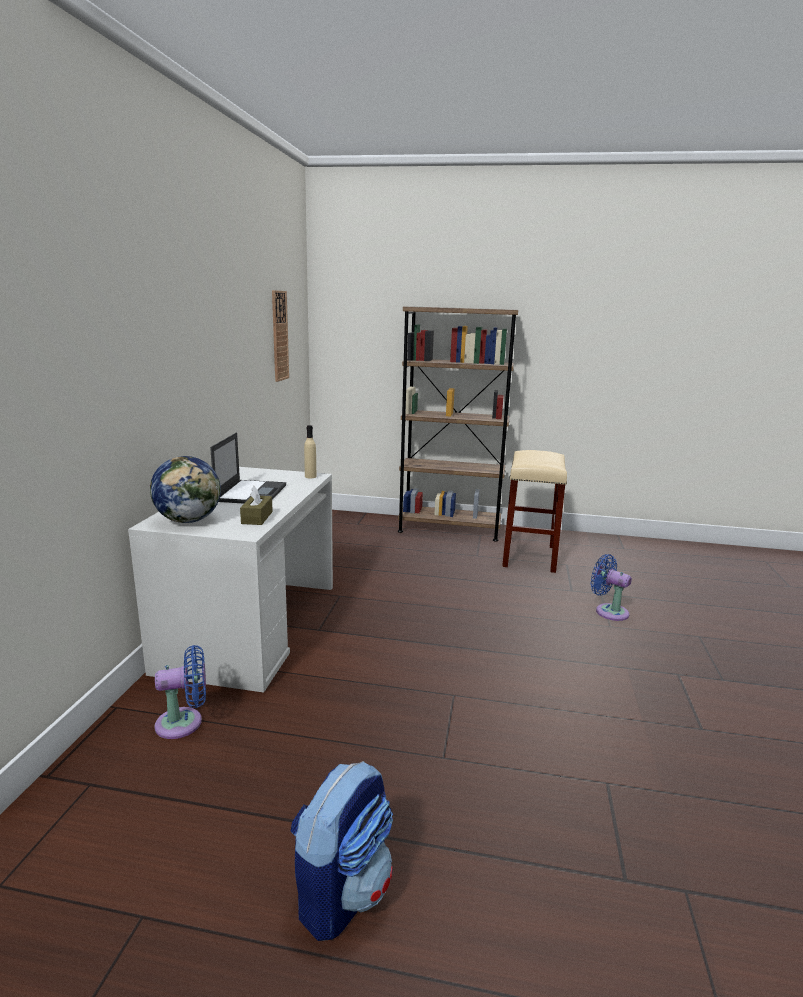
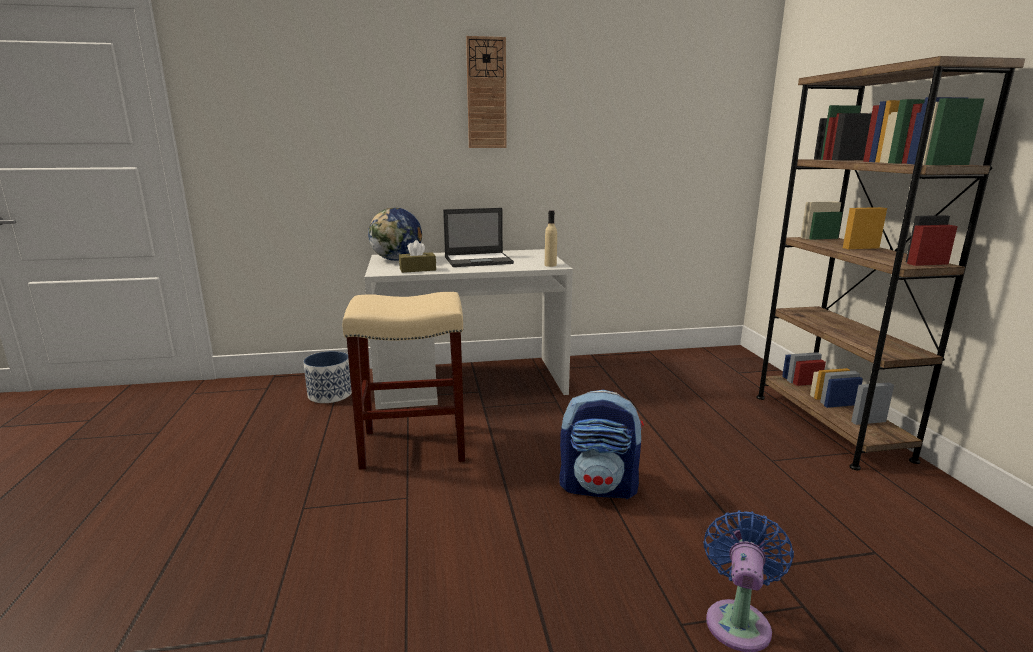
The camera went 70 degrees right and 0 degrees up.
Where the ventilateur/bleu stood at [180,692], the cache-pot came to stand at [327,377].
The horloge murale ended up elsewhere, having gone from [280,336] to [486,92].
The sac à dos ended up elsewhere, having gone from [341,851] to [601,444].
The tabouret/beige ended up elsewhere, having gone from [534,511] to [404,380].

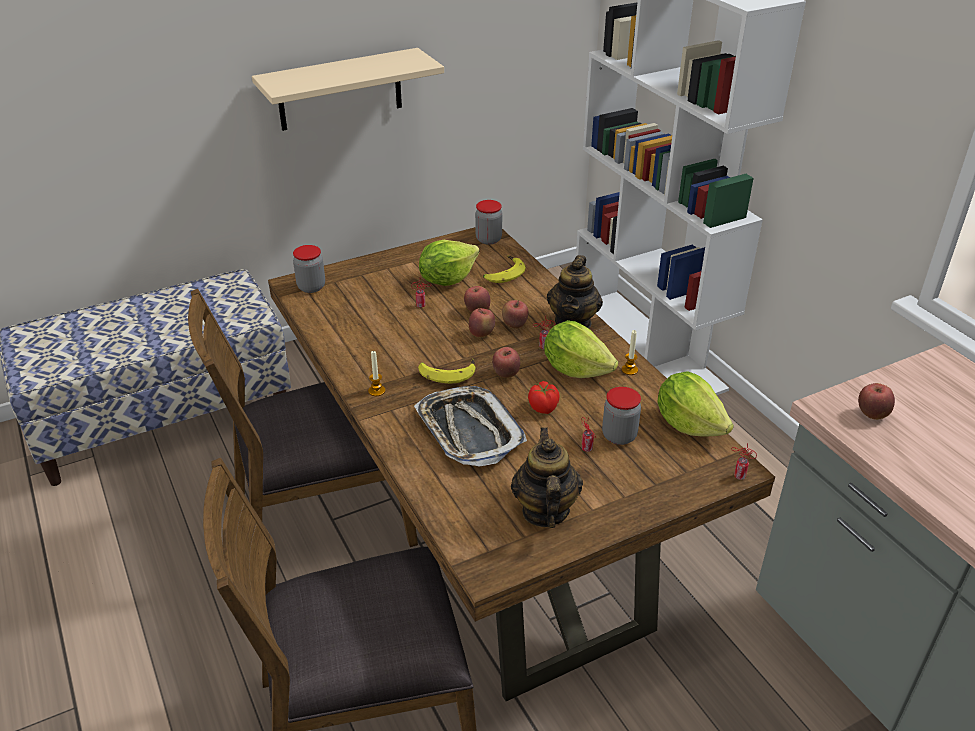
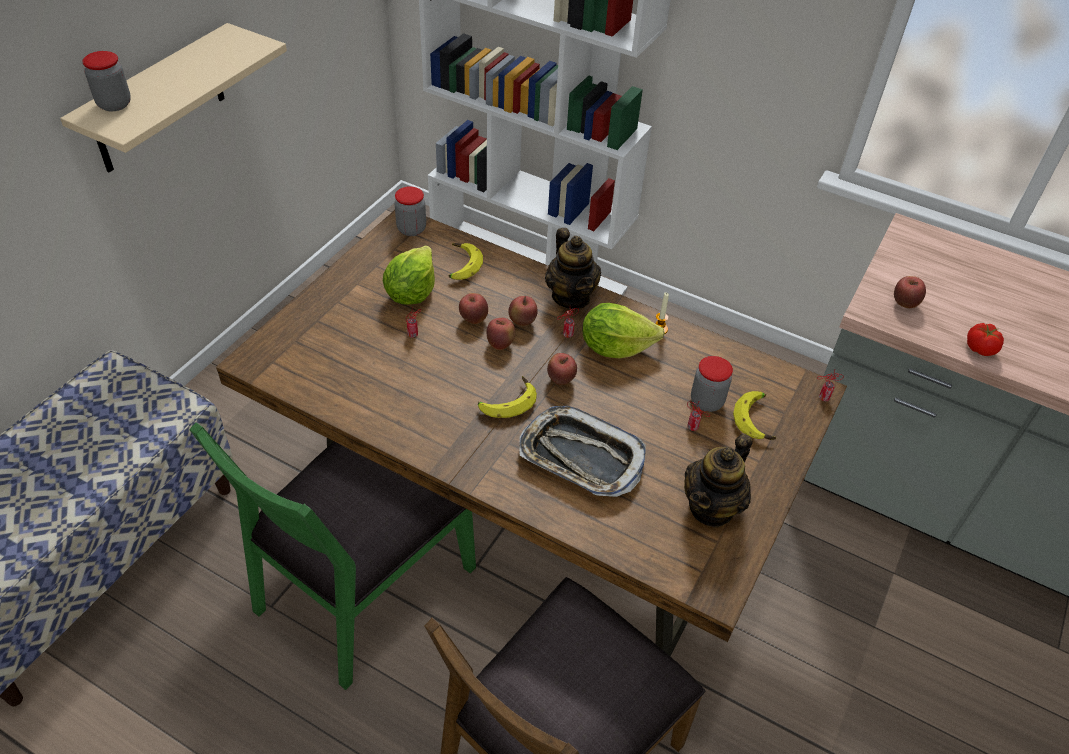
The camera went 35 degrees left and 10 degrees up.
What was the chaise/marron at [303,418] turned into the chaise/vert at [332,556].
The bocal ended up elsewhere, having gone from [309,269] to [106,81].
The second view lost the bougie at [376,373].
The théière at [547,477] ended up facing another way, 105 degrees counterclockwise from before.
The tomate ended up elsewhere, having gone from [543,397] to [985,339].
The second view lost the laitue at [695,403].
The second view gained the banane at [754,415].

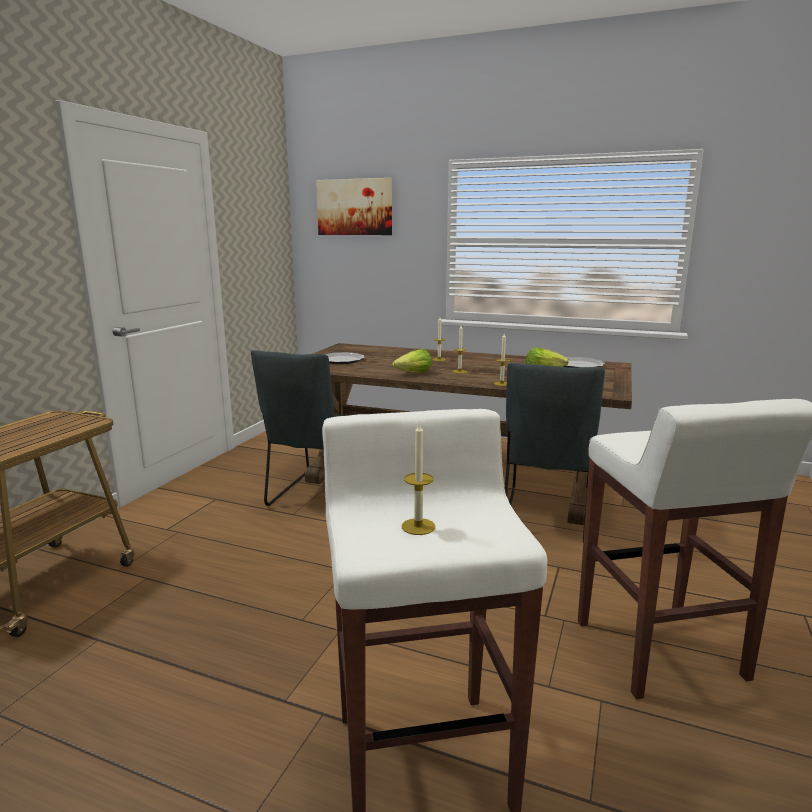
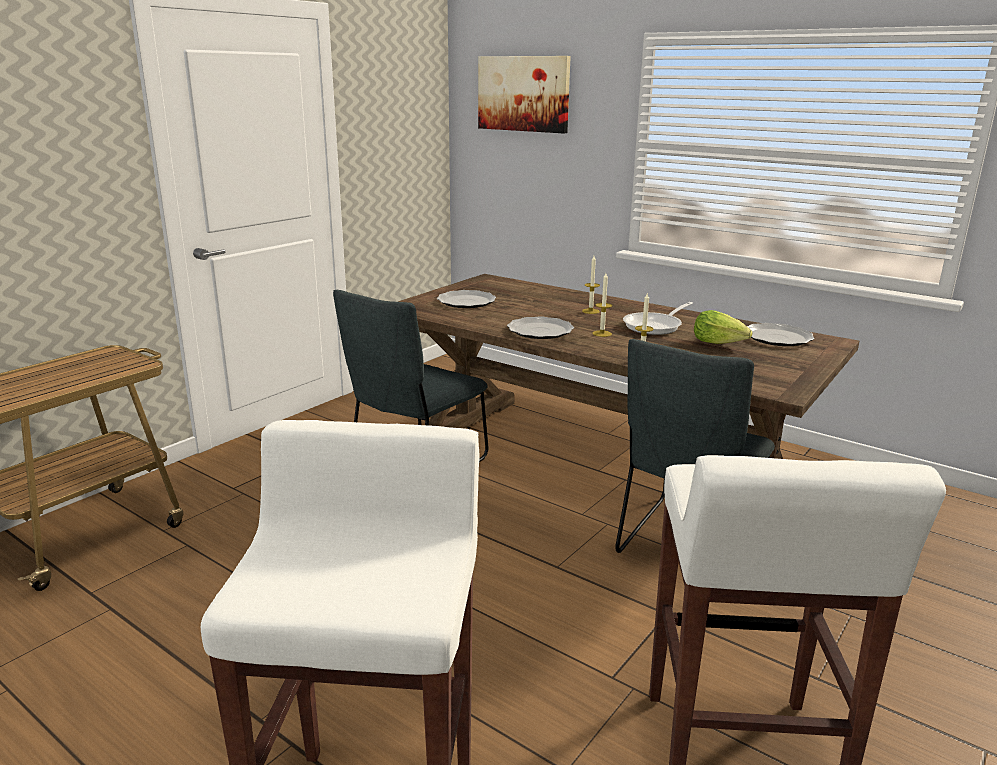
The camera went 15 degrees right and 5 degrees up.
Where the laitue stood at [412,360], the assiette came to stand at [540,327].
The second view lost the bougie at [418,479].
The second view gained the poêle at [658,318].

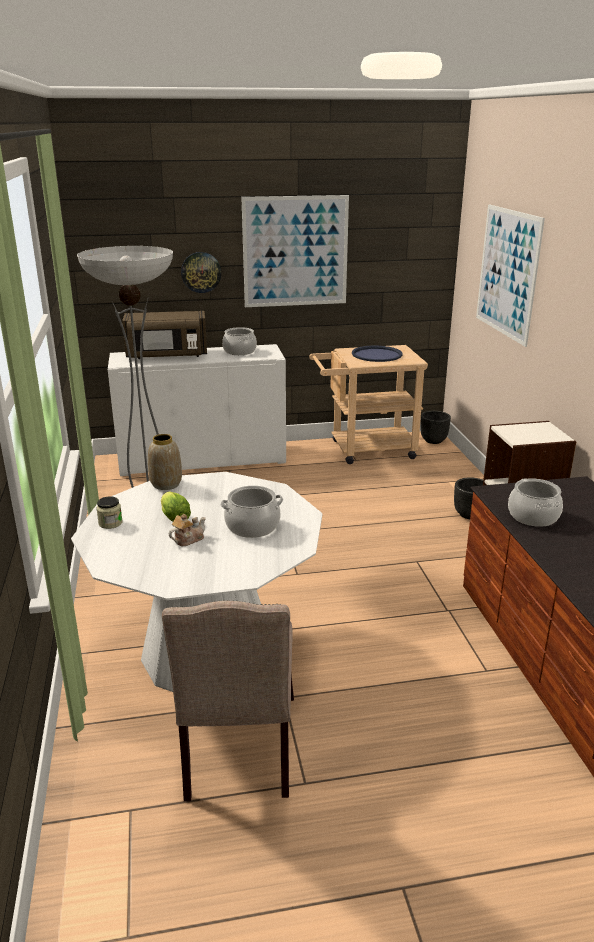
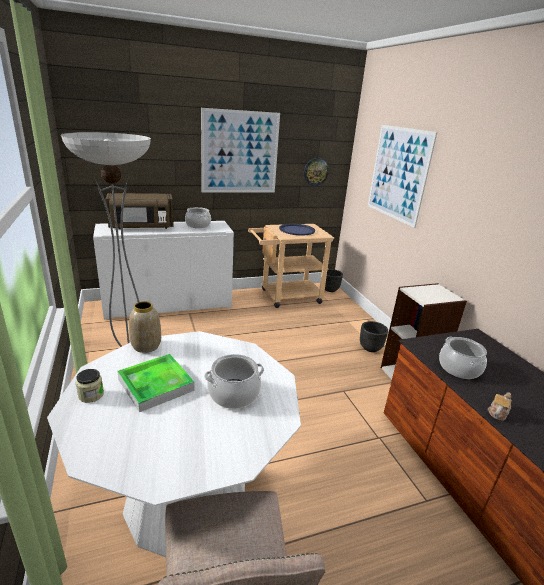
The camera went 10 degrees left and 0 degrees up.
Where the laitue stood at [176,506], the plateau came to stand at [156,383].
The théière ended up elsewhere, having gone from [187,530] to [499,406].
The horloge murale ended up elsewhere, having gone from [201,272] to [316,172].

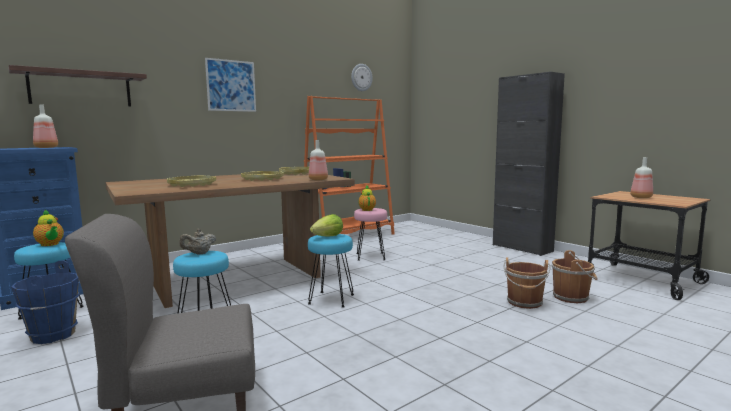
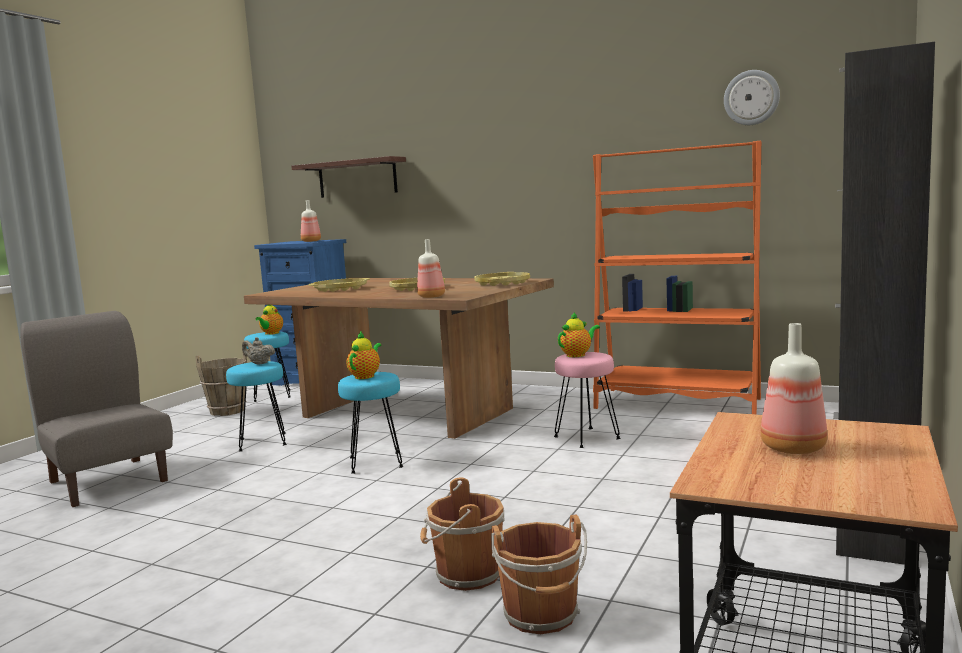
The camera went 65 degrees right and 0 degrees up.
What was the seau/bleu at [45,302] turned into the seau/marron at [221,385].
The second view lost the tableau at [230,85].
Where the laitue stood at [326,225], the théière came to stand at [363,355].

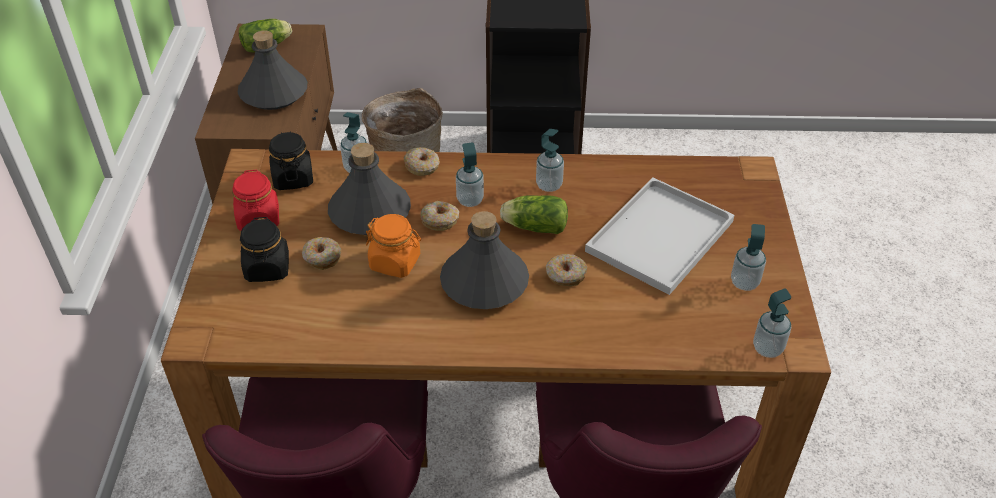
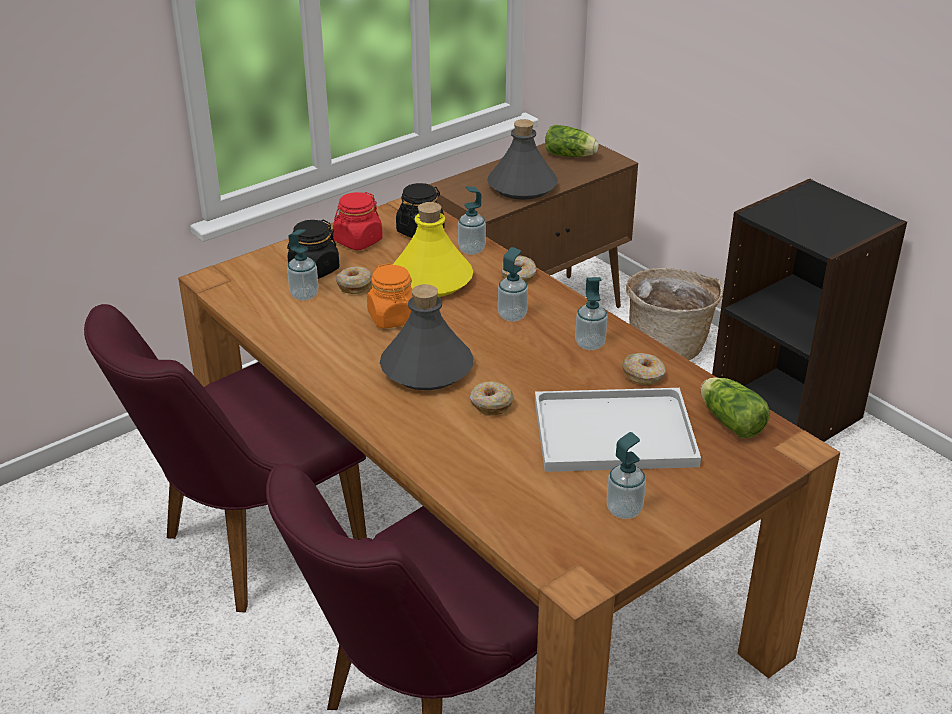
The camera went 50 degrees right and 10 degrees down.
What was the bouteille/gris at [369,189] turned into the bouteille/jaune at [433,249].
The beignet ended up elsewhere, having gone from [439,216] to [644,369].
The laitue ended up elsewhere, having gone from [534,214] to [735,407].
The distributeur de savon ended up elsewhere, having gone from [772,323] to [303,265].

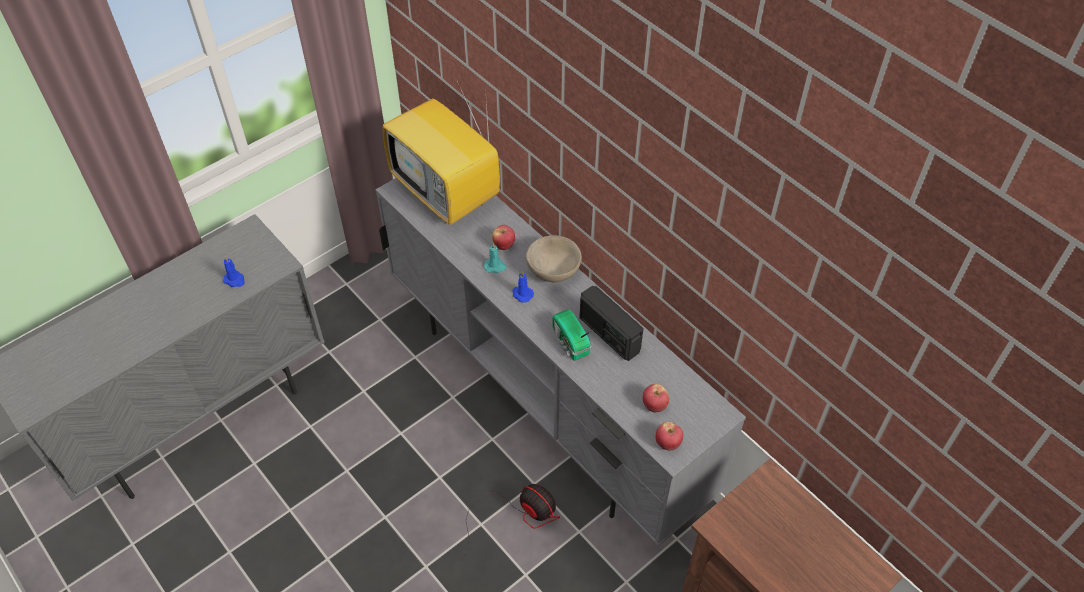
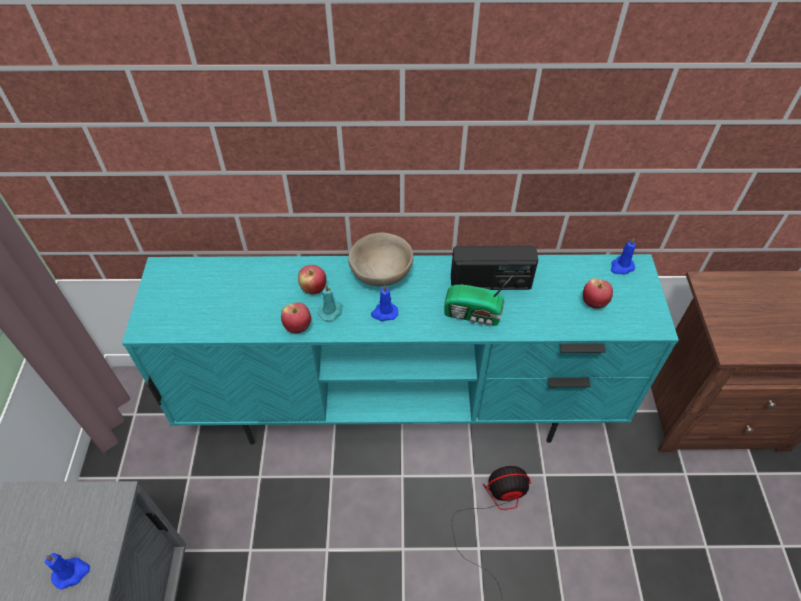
The camera went 50 degrees left and 0 degrees up.
What was the meuble télé/gris at [561,362] turned into the meuble télé/turquoise at [400,349].
The second view lost the téléviseur at [441,153].
The pomme ended up elsewhere, having gone from [669,436] to [296,317].
The second view gained the bougie/bleu at [623,256].

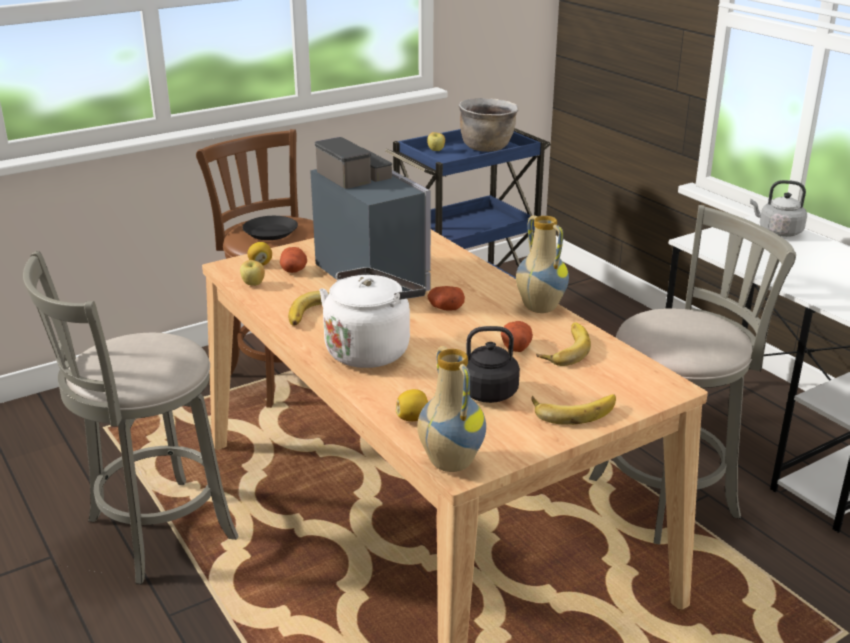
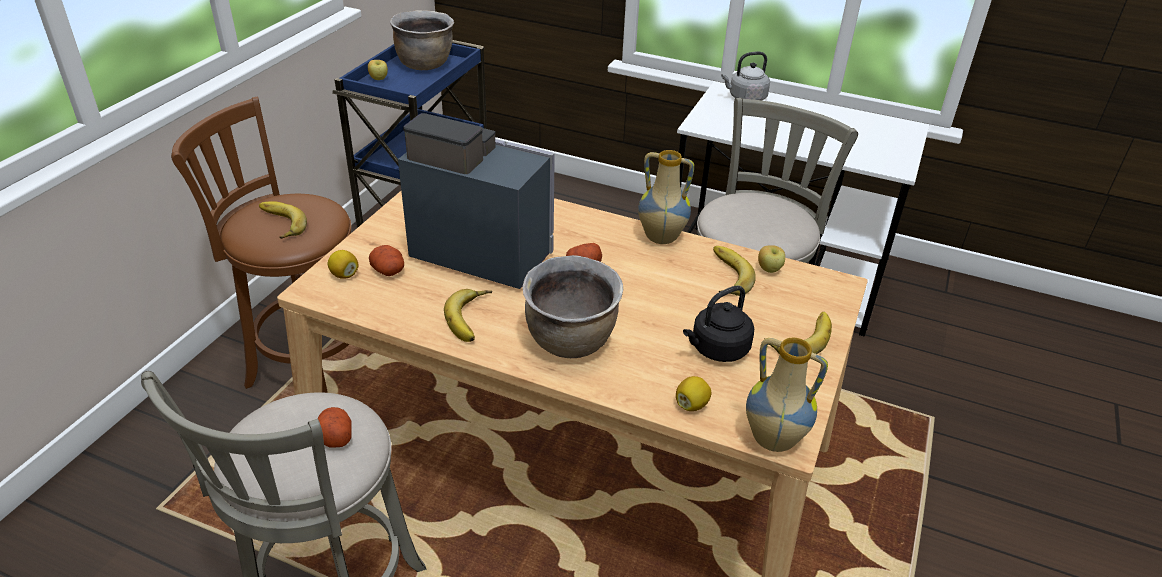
The camera went 35 degrees left and 10 degrees up.
The pomme ended up elsewhere, having gone from [252,273] to [771,259].
Where the assiette/noir stood at [270,228], the banane came to stand at [283,220].
Where the bouilloire/blanc stood at [372,317], the marmite/marron came to stand at [572,306].
The pomme de terre ended up elsewhere, having gone from [517,336] to [334,427].

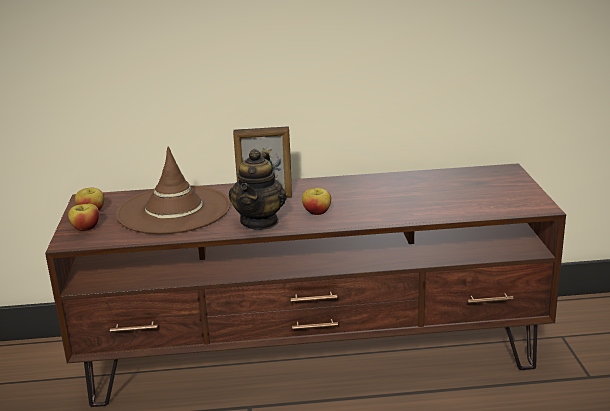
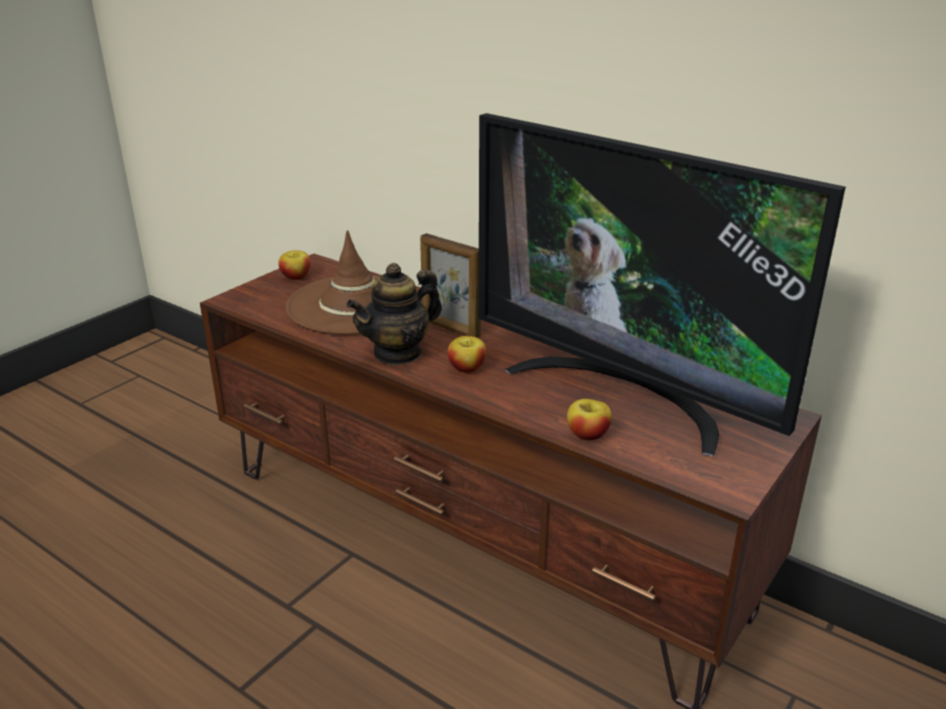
The camera went 40 degrees right and 5 degrees up.
The pomme ended up elsewhere, having gone from [83,217] to [589,419].
The second view gained the téléviseur at [662,284].

